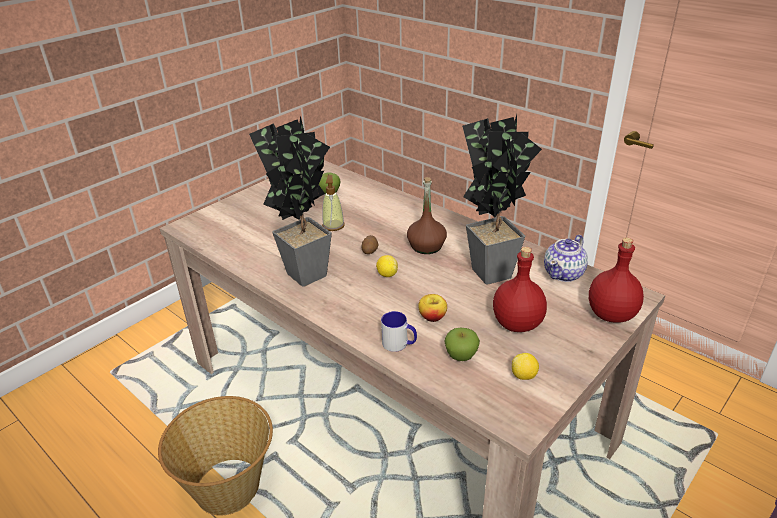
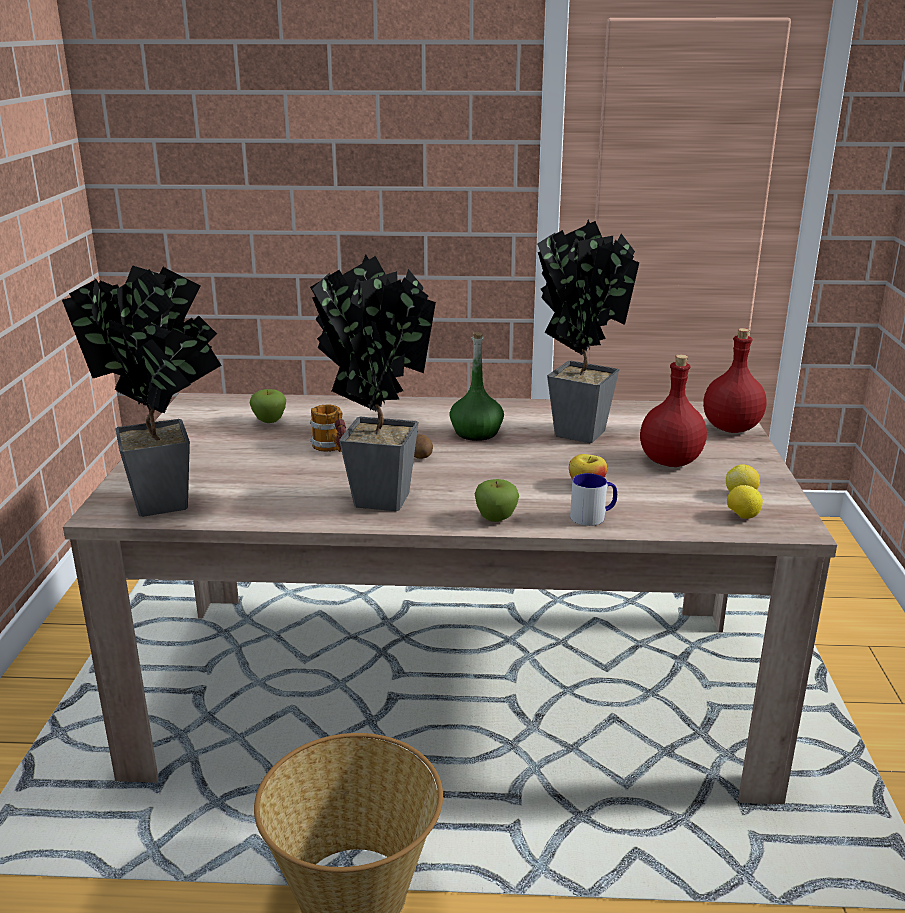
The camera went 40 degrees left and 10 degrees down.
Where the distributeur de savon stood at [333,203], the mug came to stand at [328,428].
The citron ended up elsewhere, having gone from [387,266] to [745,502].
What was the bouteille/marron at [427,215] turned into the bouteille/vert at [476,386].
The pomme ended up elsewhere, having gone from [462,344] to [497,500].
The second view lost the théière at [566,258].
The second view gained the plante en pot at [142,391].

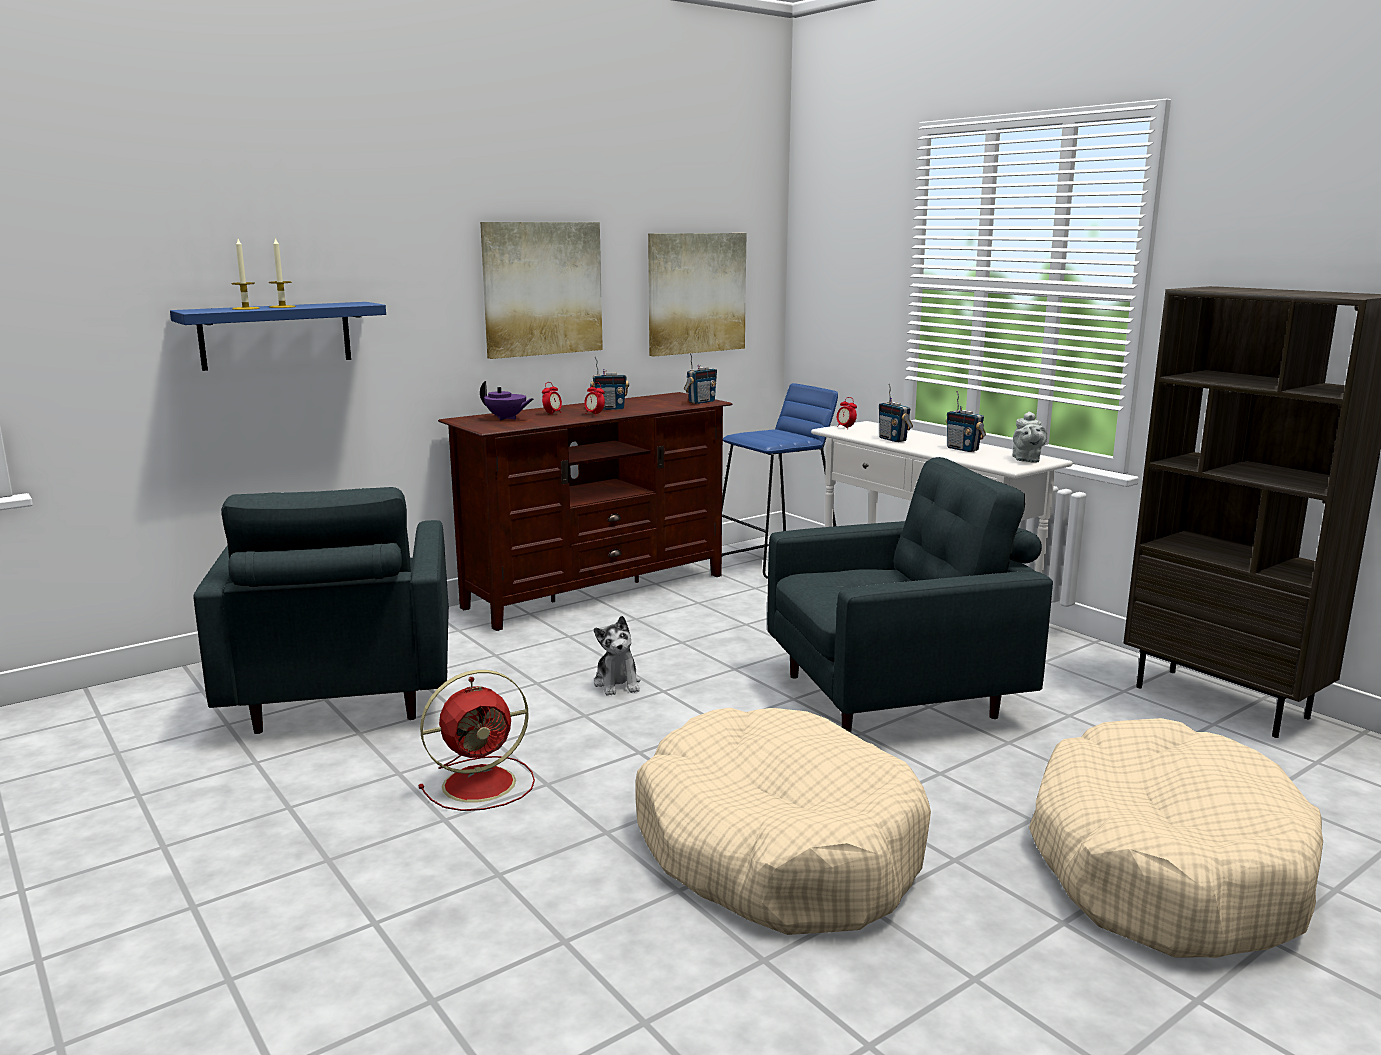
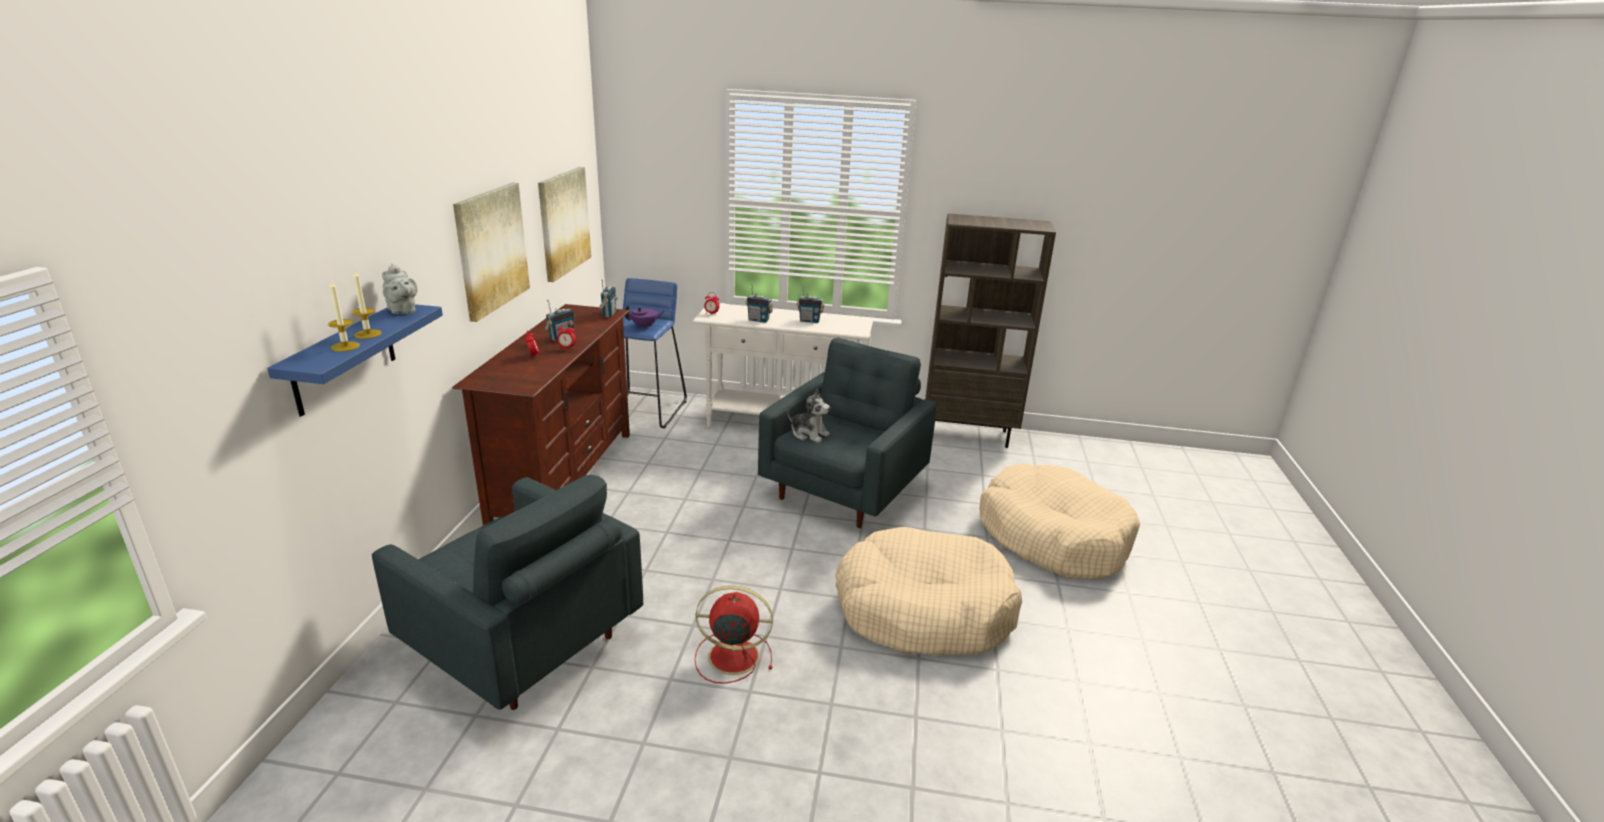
The camera went 45 degrees left and 10 degrees up.
The ventilateur/rouge at [477,740] ended up facing another way, 105 degrees counterclockwise from before.
The théière/violet ended up elsewhere, having gone from [506,400] to [645,317].
The peluche ended up elsewhere, having gone from [617,656] to [808,416].
The théière/gris ended up elsewhere, having gone from [1030,437] to [400,289].

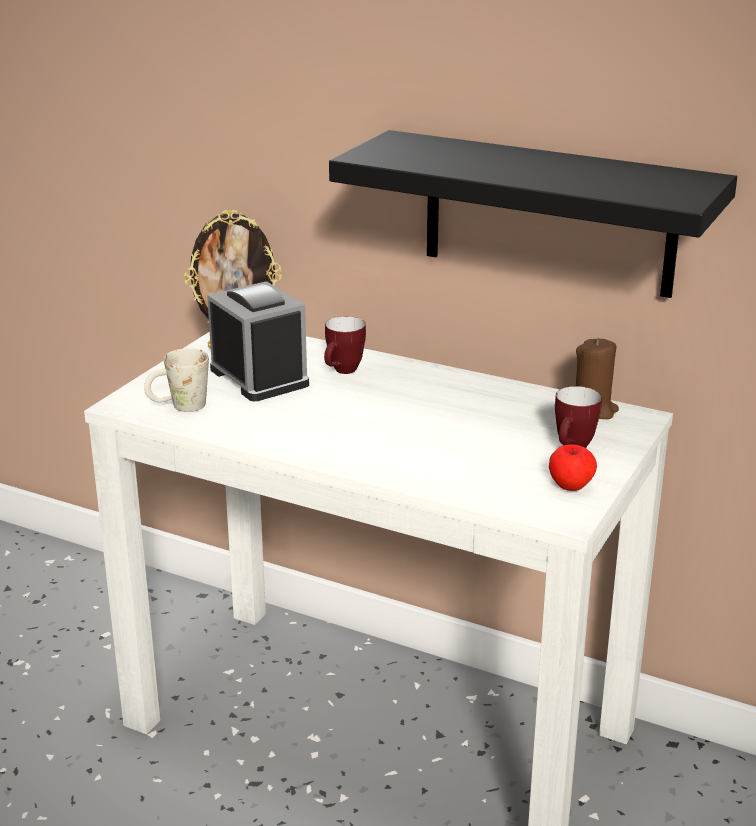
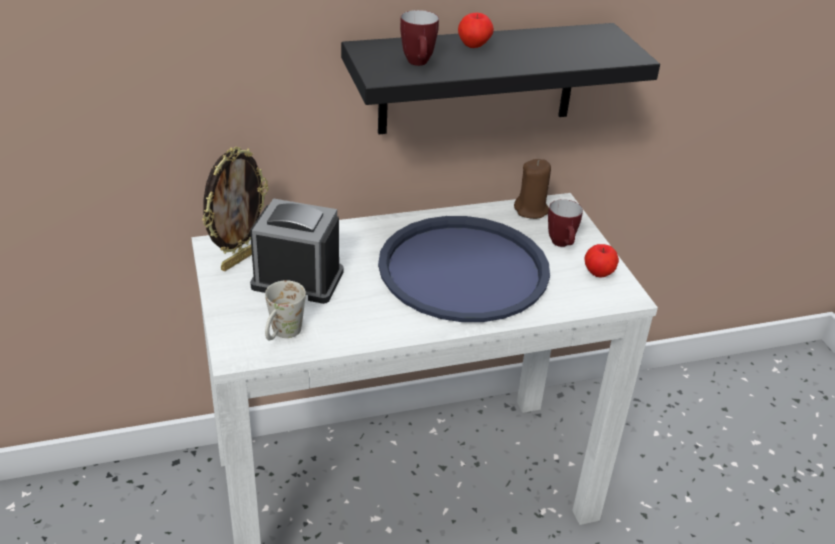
The camera went 45 degrees left and 10 degrees up.
The mug ended up elsewhere, having gone from [345,345] to [419,38].
The second view gained the plateau/bleu at [464,269].
The second view gained the pomme at [476,30].

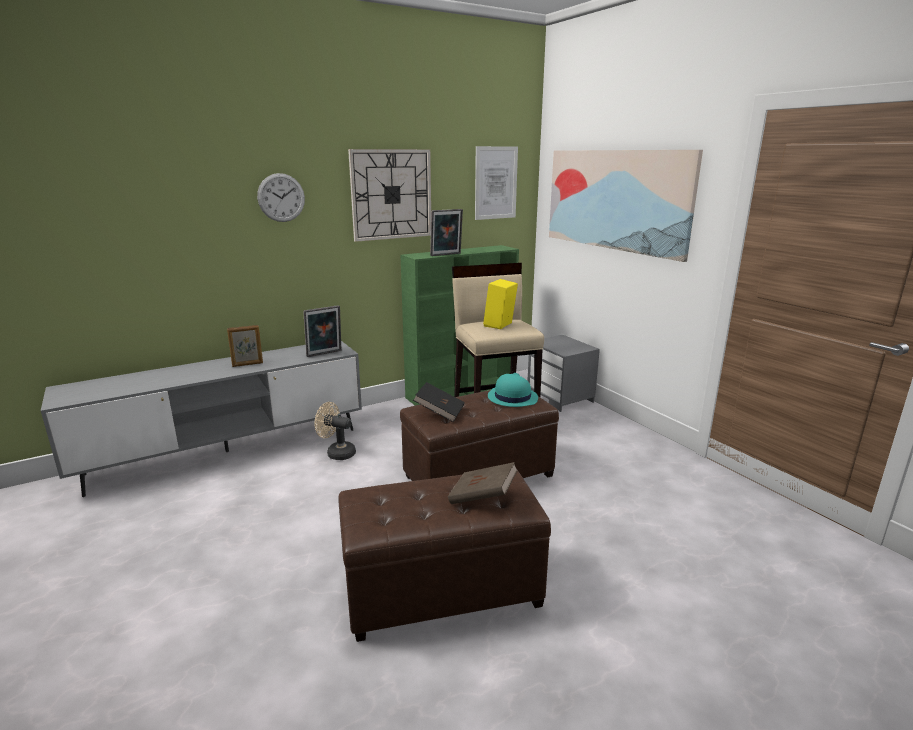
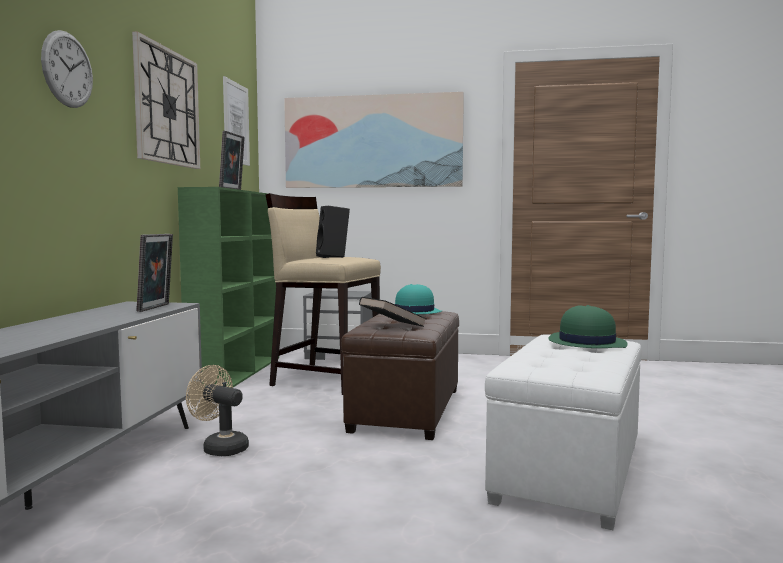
The camera went 50 degrees left and 15 degrees down.
The second view lost the cadre photo at [245,346].
The ventilateur/beige at [335,431] ended up facing another way, 60 degrees clockwise from before.
What was the pouf/marron at [444,556] turned into the pouf/blanc at [563,432].
Where the livre/marron stood at [483,483], the chapeau/vert came to stand at [587,326].
What was the enceinte/jaune at [500,304] turned into the enceinte/noir at [333,232].

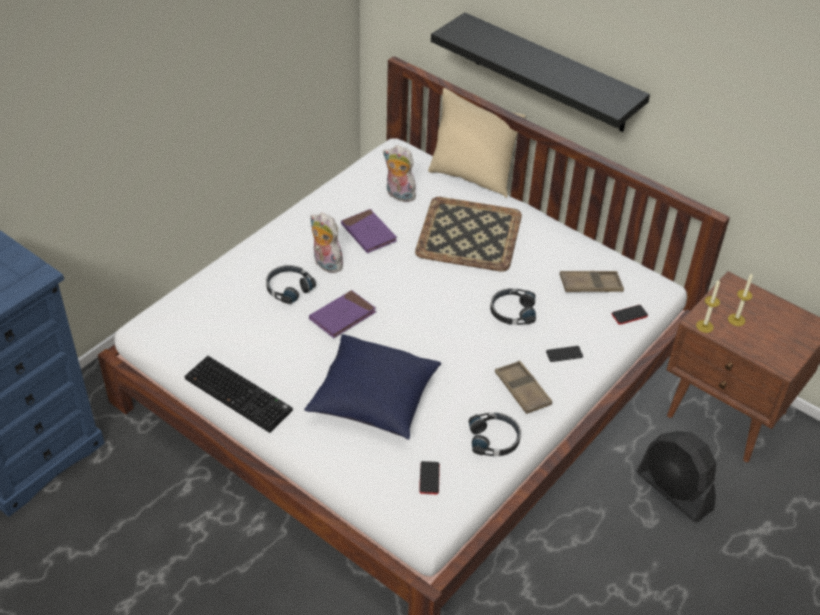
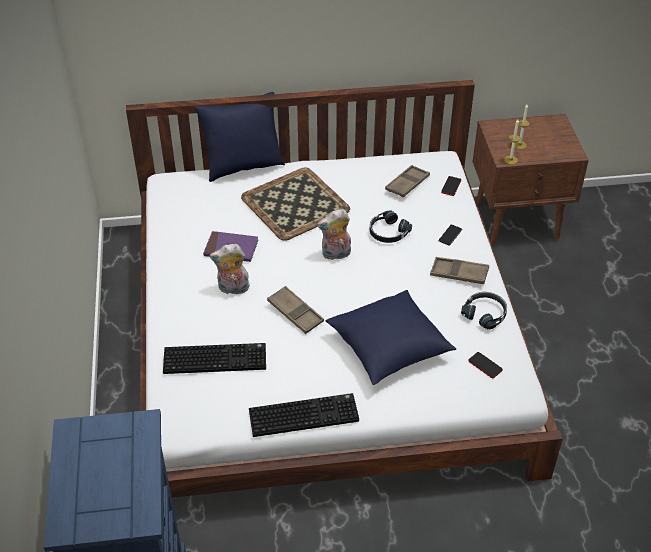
The camera went 45 degrees left and 0 degrees up.
The second view lost the casque audio/noir at [291,284].
Where the livre/violet stood at [342,314], the plateau/marron came to stand at [295,310].
The peluche ended up elsewhere, having gone from [399,173] to [334,234].
What was the coussin/beige at [477,143] turned into the coussin/bleu at [240,137].
The second view lost the étagère/noir at [540,72].
The second view lost the ventilateur/noir at [676,477].
The second view gained the clavier at [214,358].

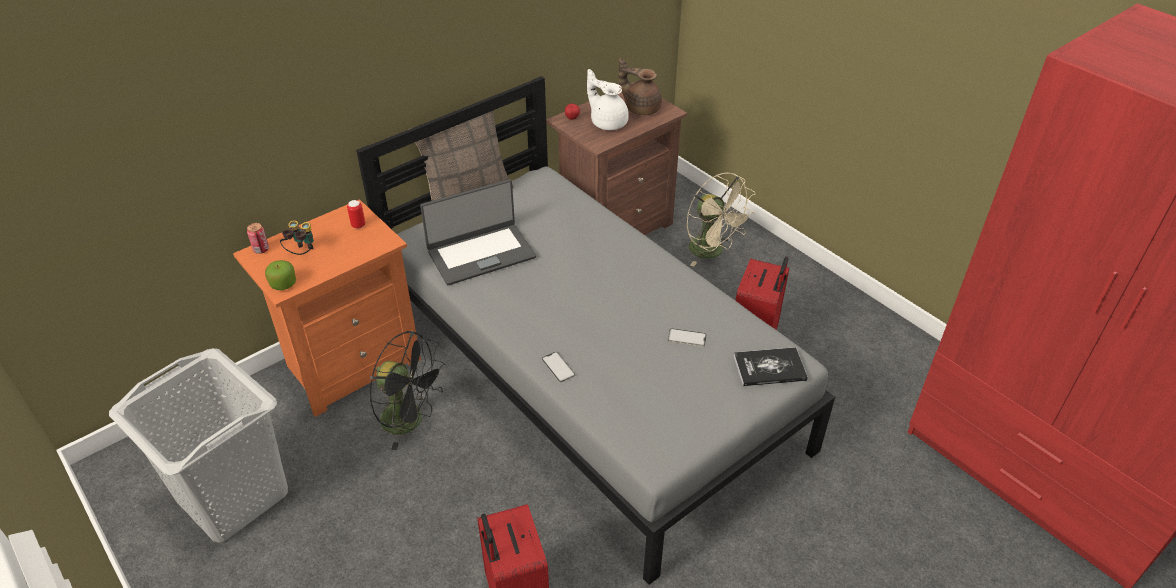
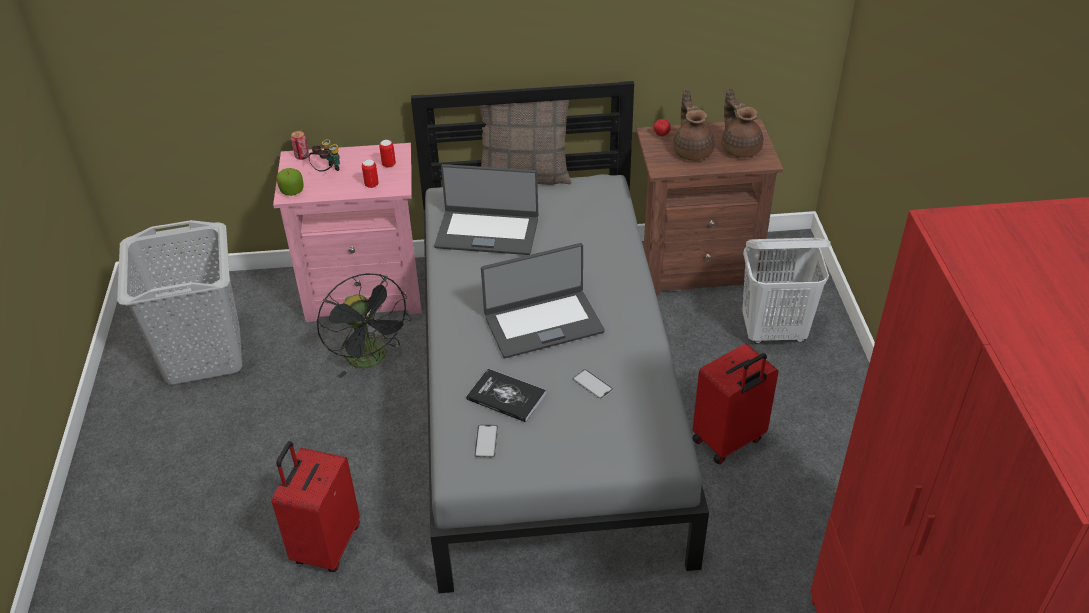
The camera went 35 degrees right and 0 degrees up.
What was the table de chevet/orange at [327,308] turned into the table de chevet/rose at [347,232].
The téléphone ended up elsewhere, having gone from [558,366] to [486,441].
What was the théière/blanc at [608,99] turned into the théière/marron at [694,124].
Where the ventilateur/beige stood at [721,220], the panier à linge/blanc came to stand at [786,291].
The livre ended up elsewhere, having gone from [771,366] to [506,395].
The second view gained the boîte métallique at [370,174].
The second view gained the ordinateur portable at [543,300].

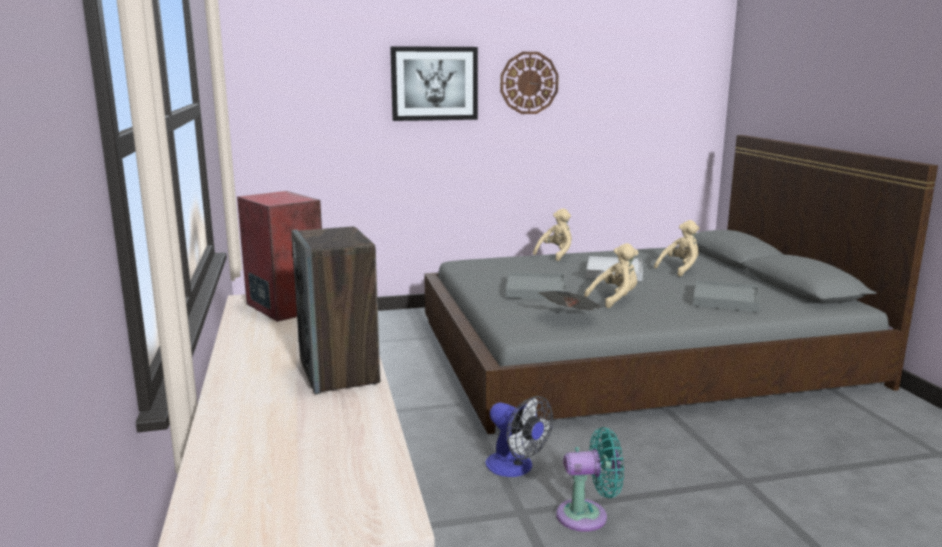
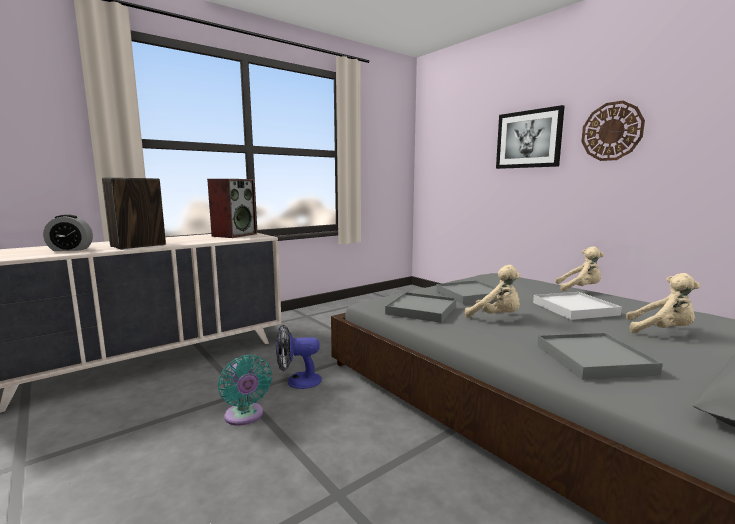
The camera went 65 degrees right and 5 degrees down.
The ventilateur at [519,436] ended up facing another way, 60 degrees clockwise from before.
Where the journal stood at [570,300], the plateau/gris came to stand at [420,307].
The second view gained the réveil at [68,232].

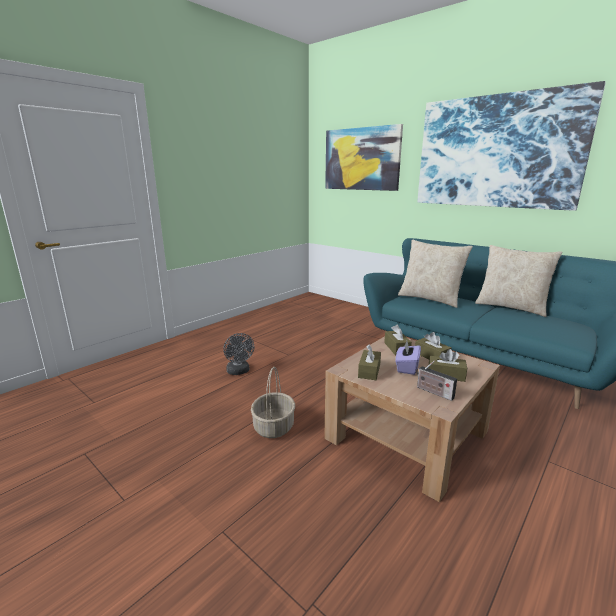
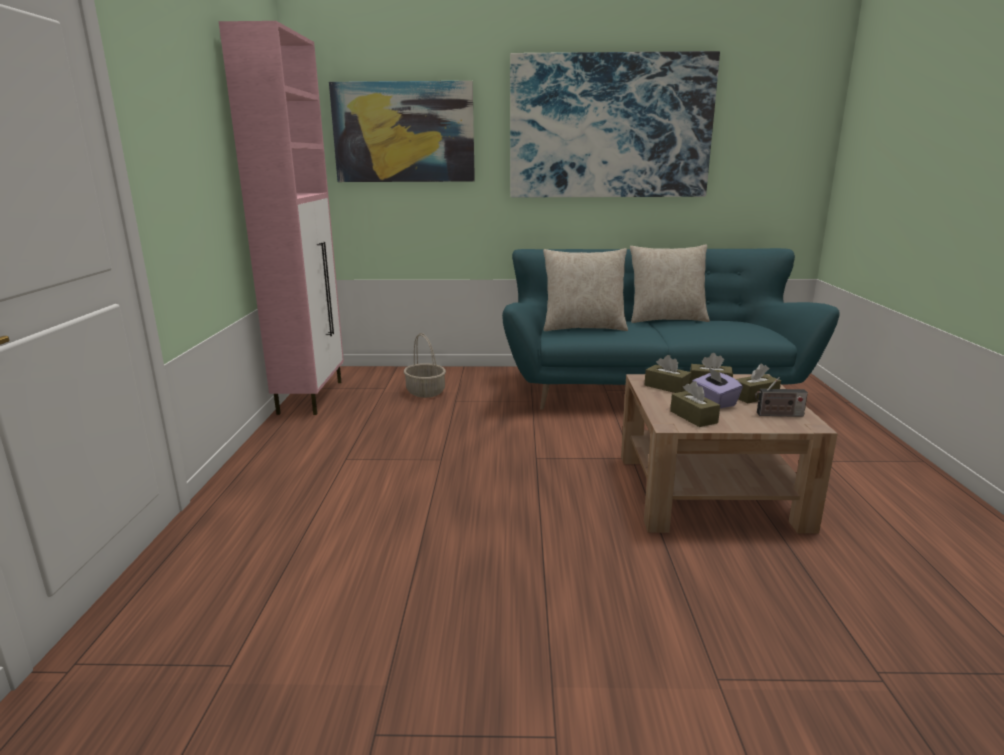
The camera went 40 degrees left and 0 degrees up.
The second view lost the ventilateur/gris at [238,354].
The panier ended up elsewhere, having gone from [273,402] to [425,365].
The second view gained the meuble de rangement/rose at [281,218].

